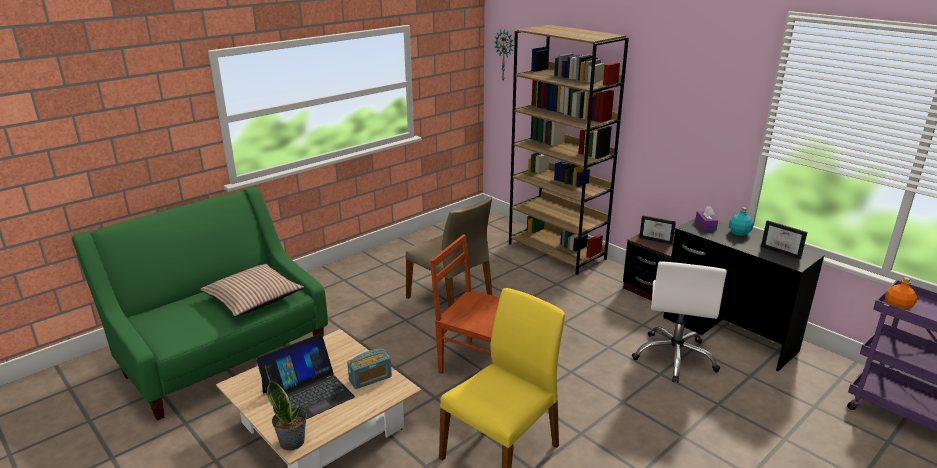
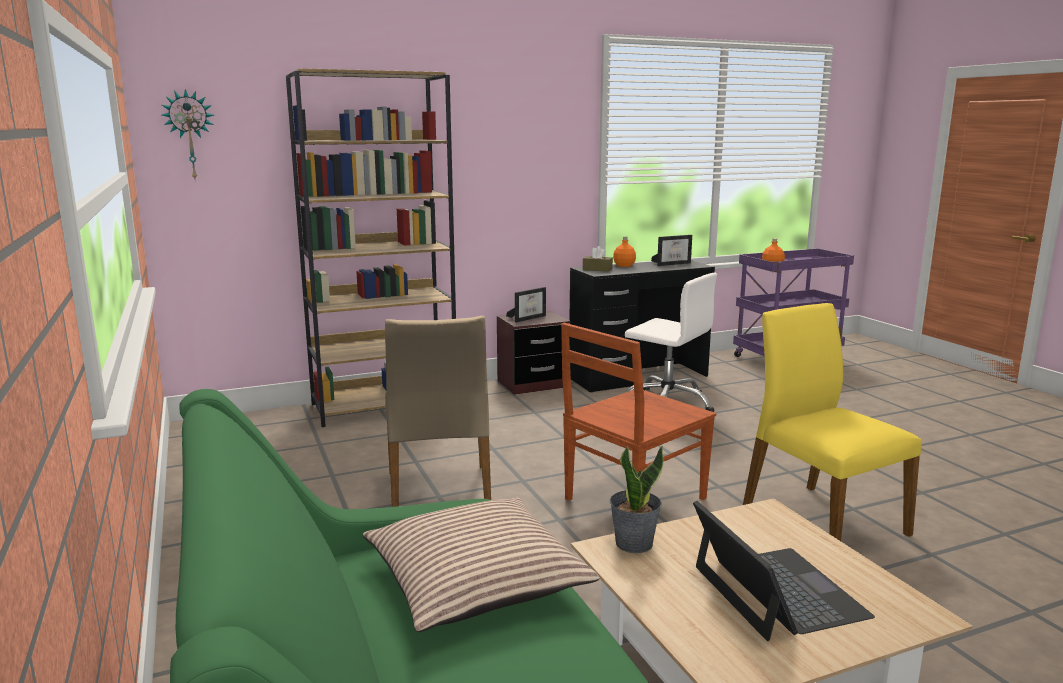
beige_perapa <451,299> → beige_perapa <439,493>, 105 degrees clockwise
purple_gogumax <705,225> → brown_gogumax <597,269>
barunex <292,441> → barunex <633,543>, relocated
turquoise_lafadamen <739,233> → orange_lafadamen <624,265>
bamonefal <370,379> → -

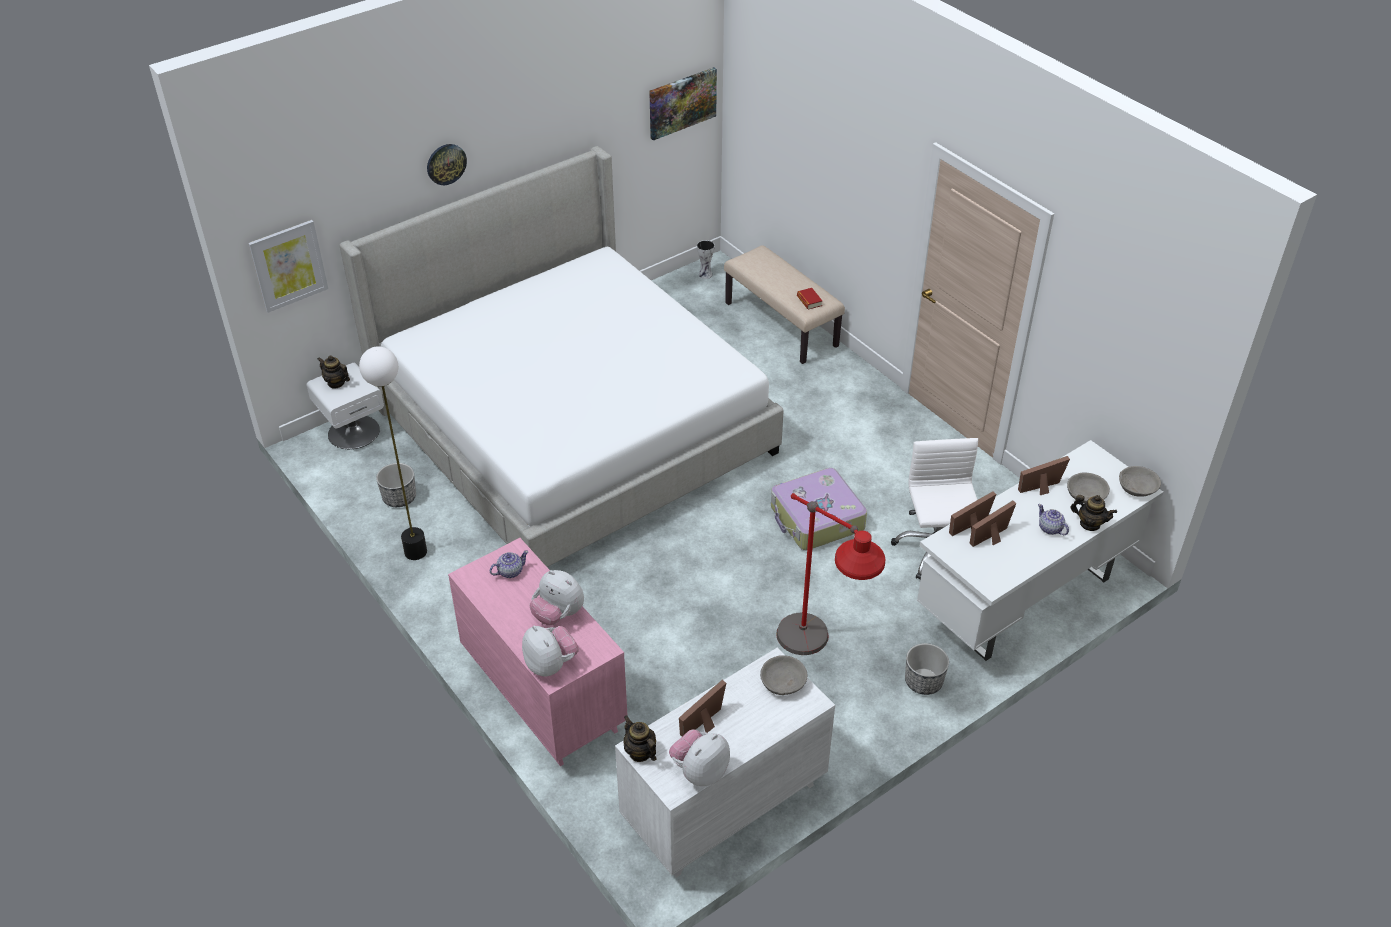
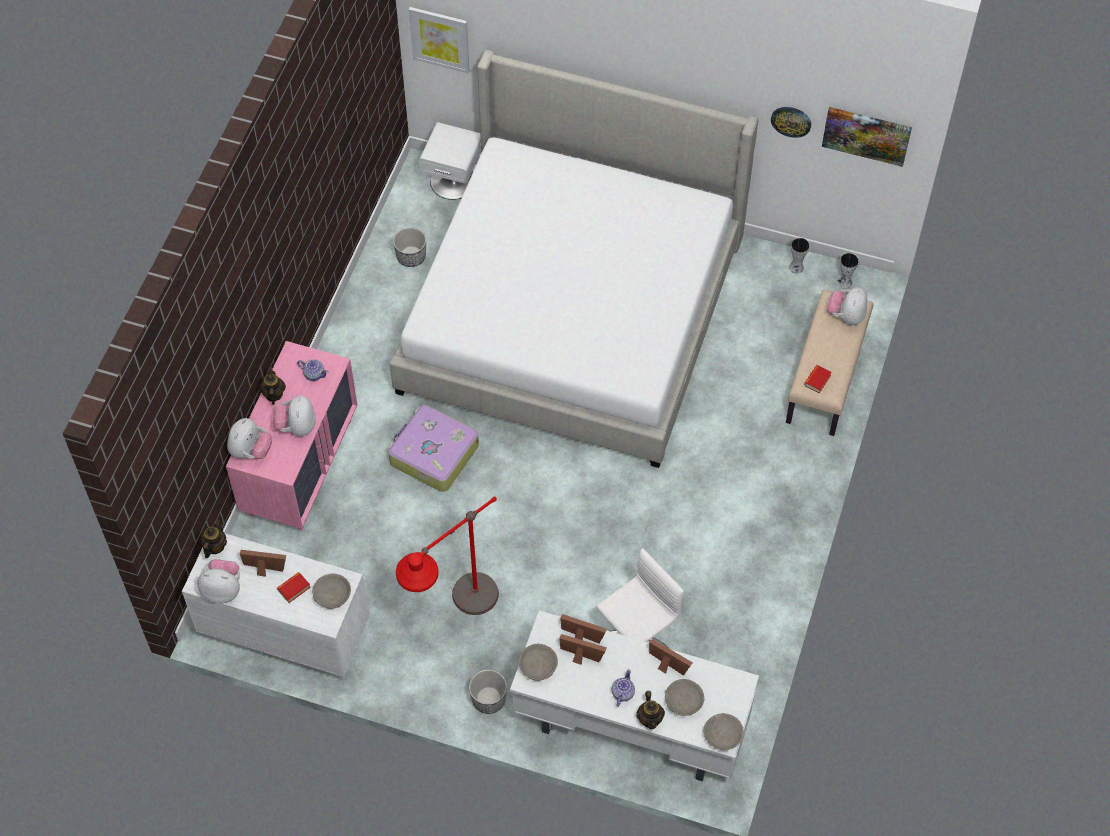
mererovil <336,383> → mererovil <273,394>, relocated
- → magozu <294,589>
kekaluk <816,519> → kekaluk <433,454>, relocated
- → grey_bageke <538,666>
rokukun <446,164> → rokukun <791,121>, relocated
- → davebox <796,268>
- → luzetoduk <846,316>
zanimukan <415,551> → -

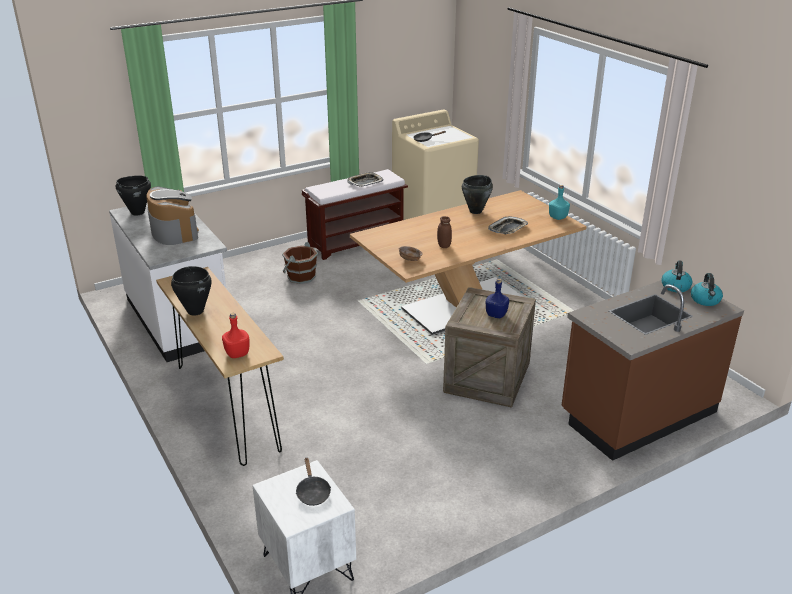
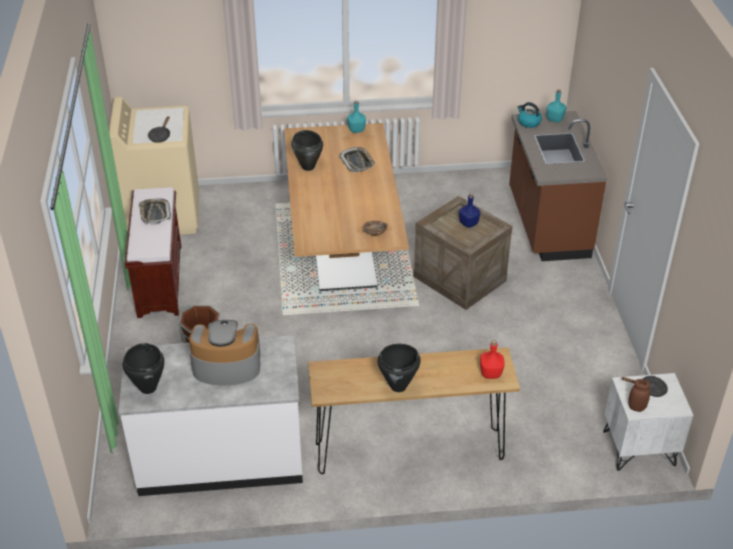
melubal <705,300> → turquoise_lafadamen <555,119>
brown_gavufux <444,246> → brown_gavufux <636,407>, relocated

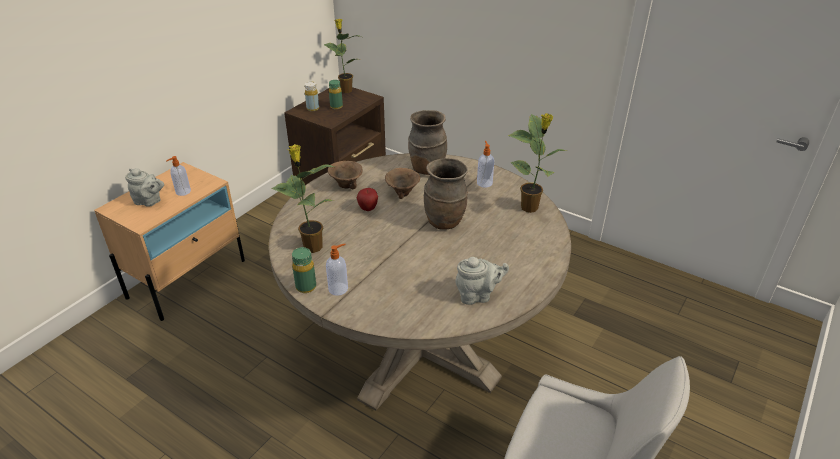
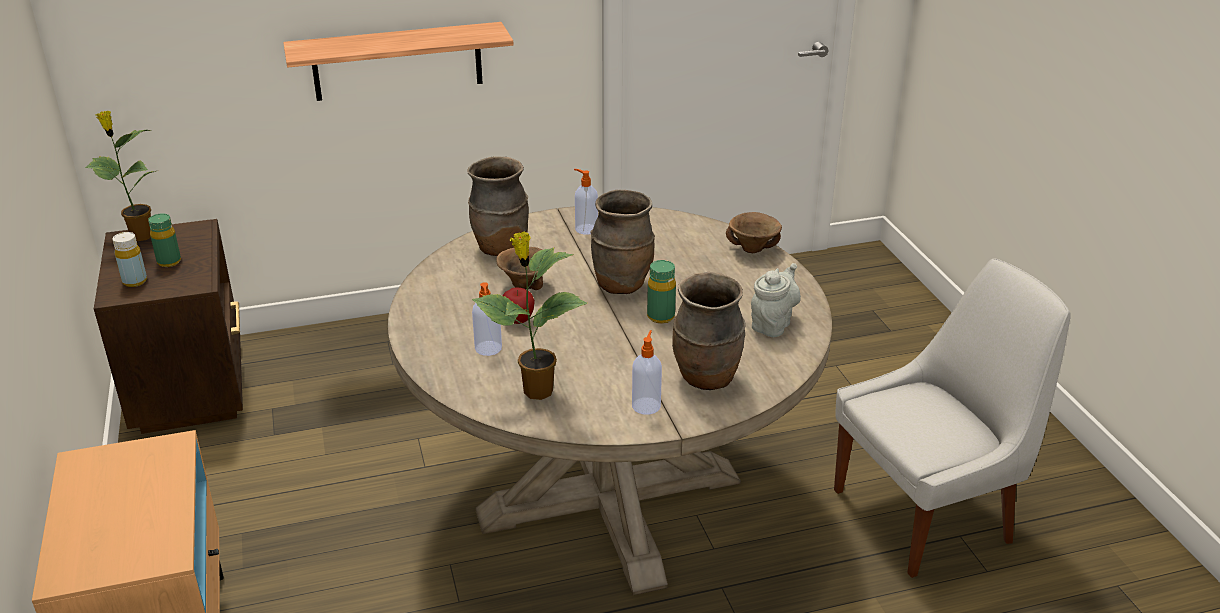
- → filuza <397,61>
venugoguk <182,192> → venugoguk <488,349>, relocated
green_lafadamen <306,287> → green_lafadamen <660,317>, relocated
- → brown_davebox <706,379>
brown_bageke <345,185> → brown_bageke <752,249>, relocated
grey_mererovil <149,201> → -
barunex <530,208> → -

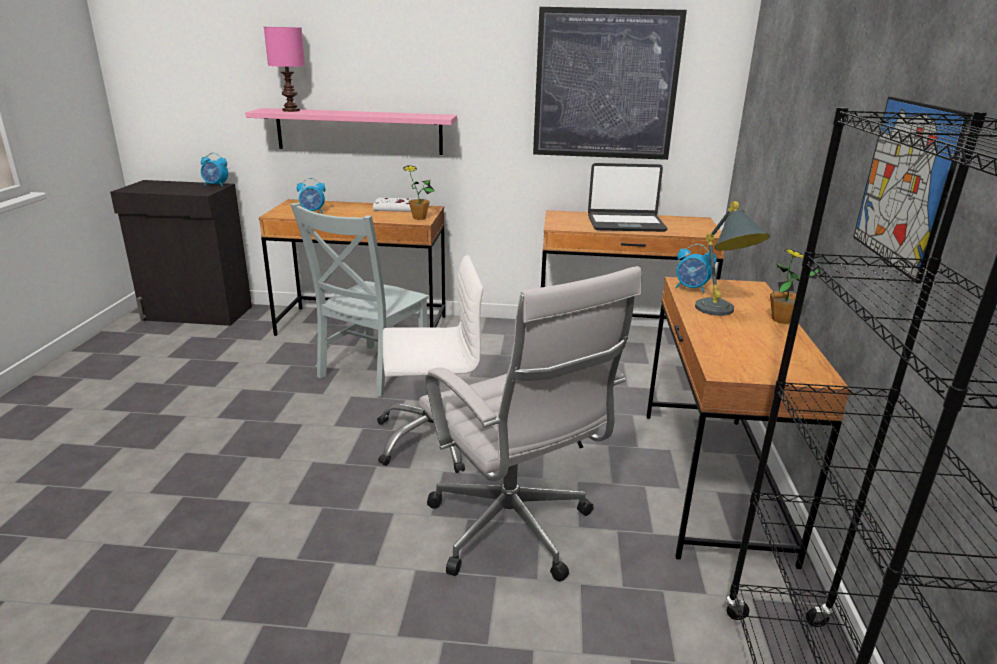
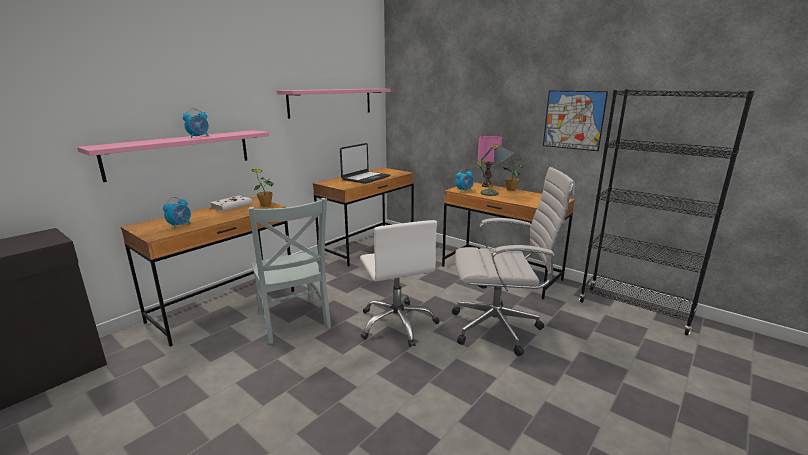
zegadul <216,185> → zegadul <199,137>, relocated
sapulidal <605,85> → pink_filuza <331,102>
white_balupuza <434,438> → white_balupuza <397,323>, 135 degrees clockwise
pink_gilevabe <290,110> → pink_gilevabe <487,186>, relocated

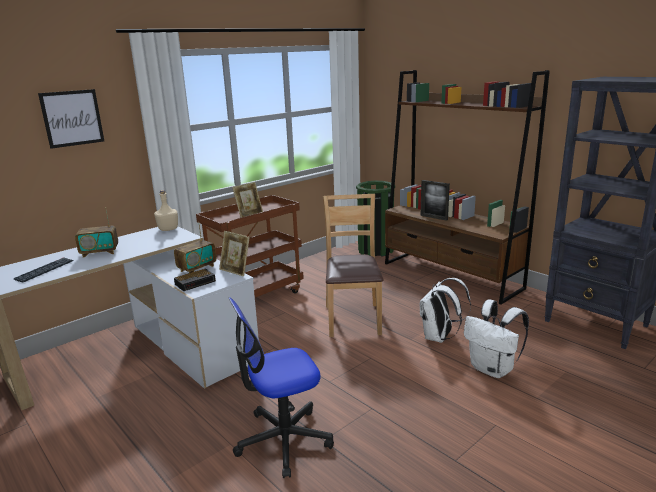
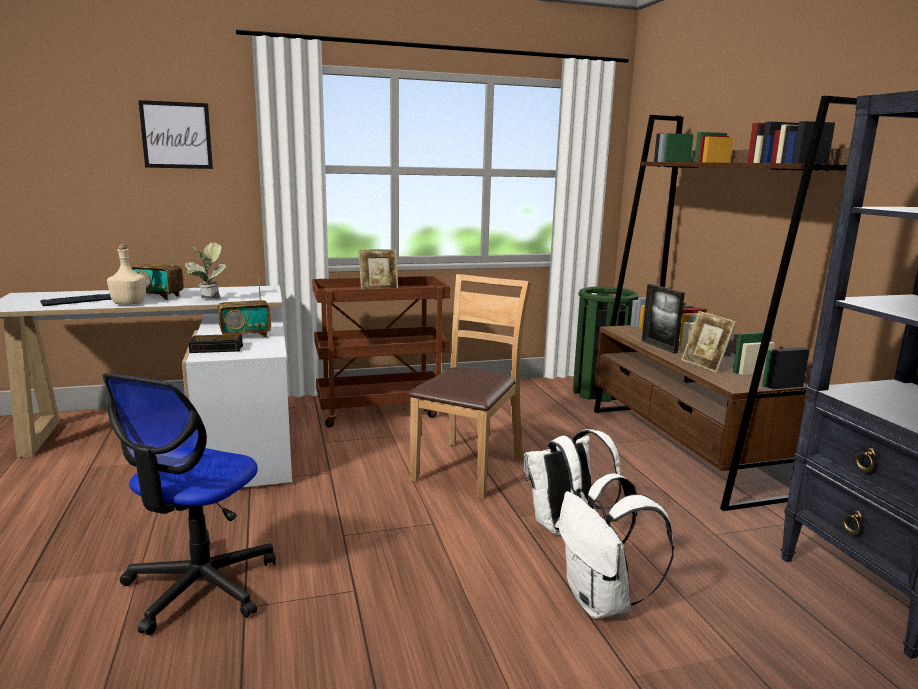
balupuza <283,440> → balupuza <200,586>, 75 degrees counterclockwise
beige_lafadamen <168,229> → beige_lafadamen <130,303>, relocated
- → barunex <208,300>
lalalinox <235,271> → lalalinox <704,365>, relocated

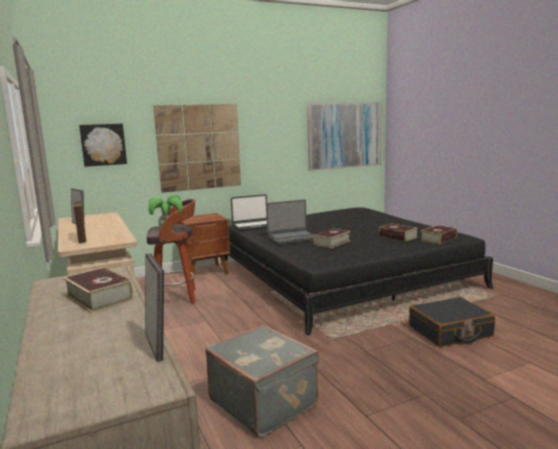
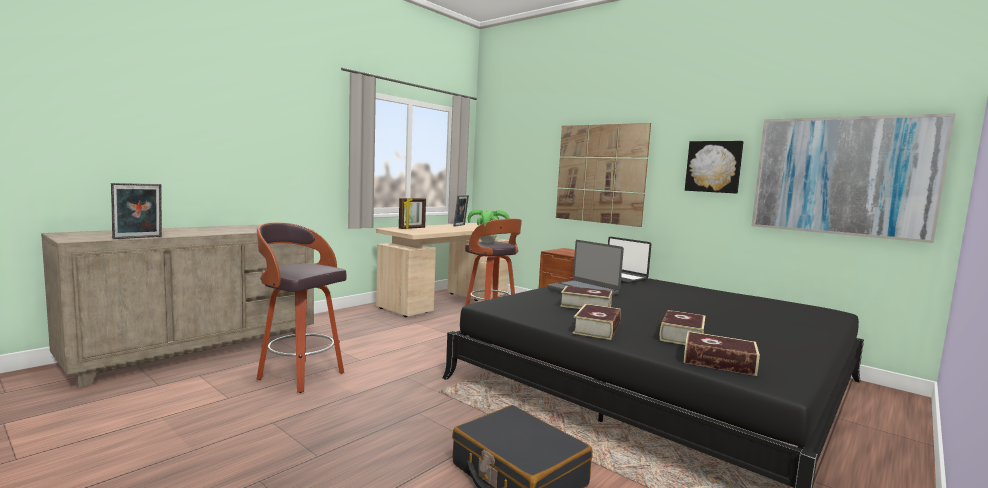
grey_kekaluk <264,402> → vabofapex <299,375>
magozu <99,297> → magozu <597,329>, relocated
sapulidal <103,144> → sapulidal <713,166>, relocated

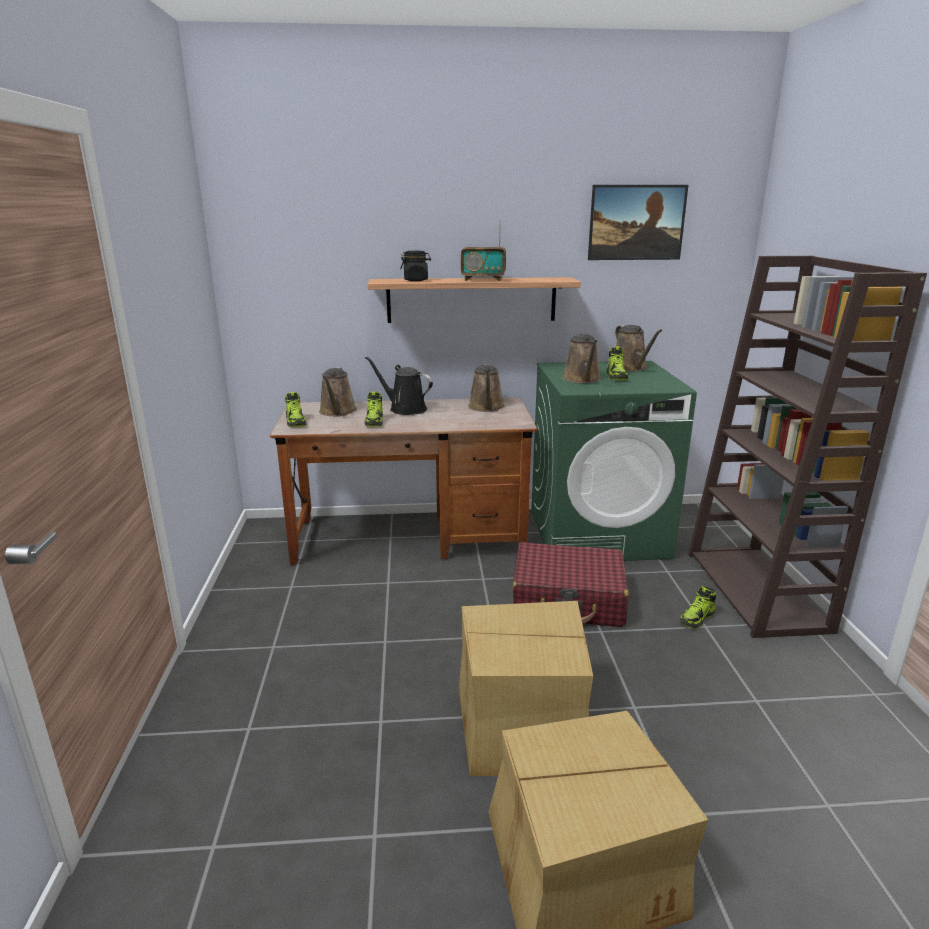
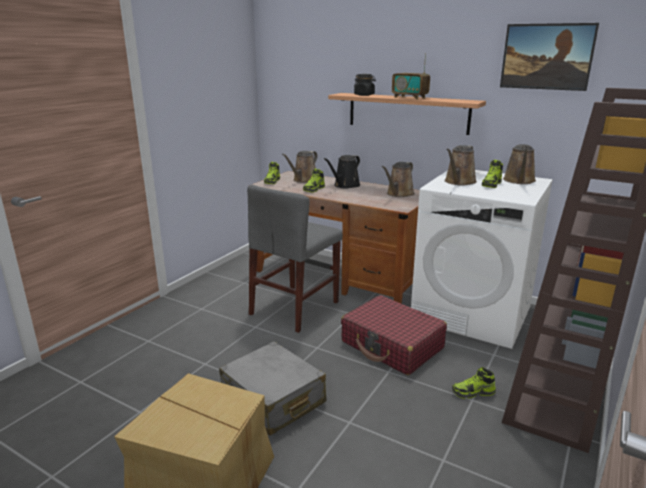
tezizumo <525,724> → grey_kekaluk <273,399>
- → grey_perapa <295,308>
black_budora <405,409> → black_budora <345,185>, 120 degrees counterclockwise
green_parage <598,533> → white_parage <472,313>

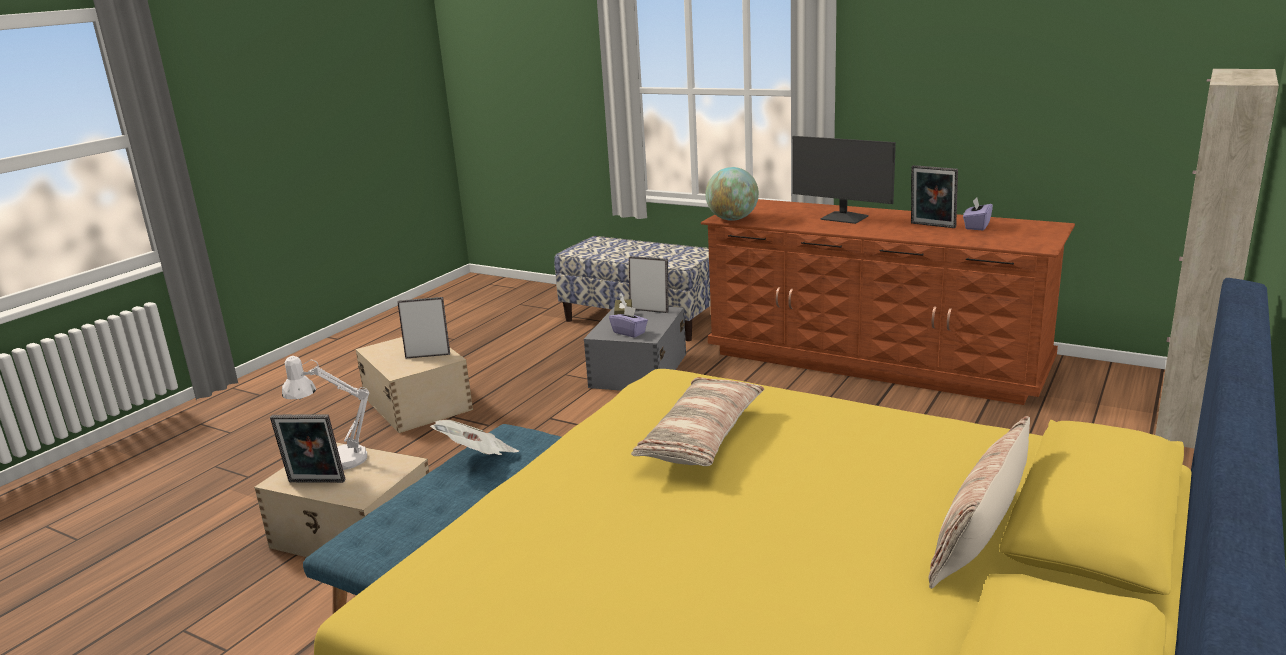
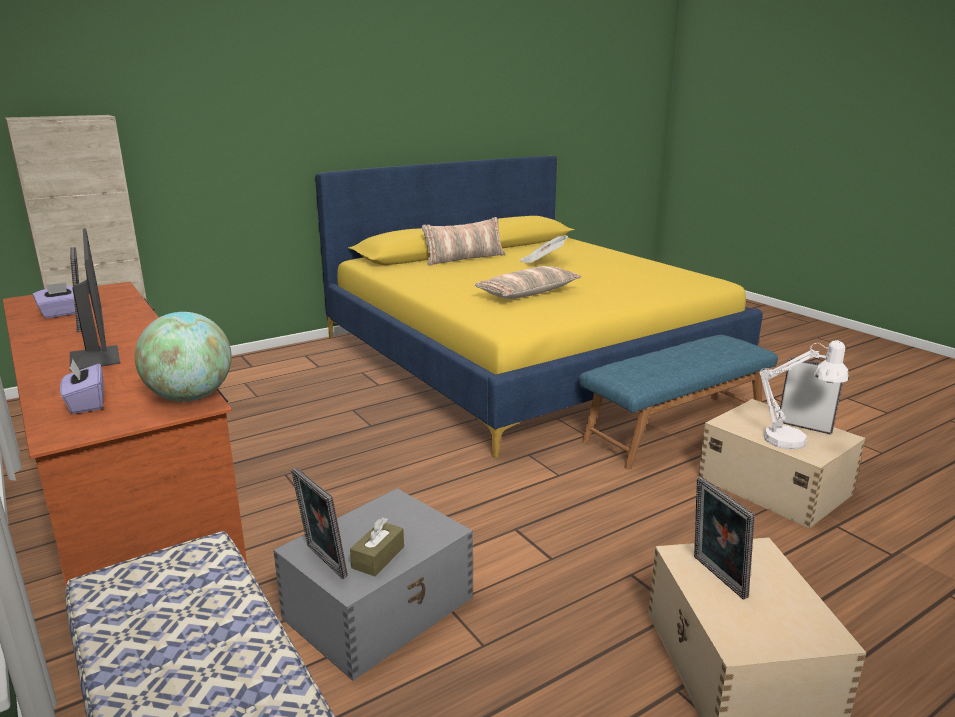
purple_gogumax <629,332> → purple_gogumax <86,403>, relocated
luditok <478,457> → luditok <542,262>, relocated
lalalinox <428,355> → lalalinox <716,578>, 45 degrees clockwise

